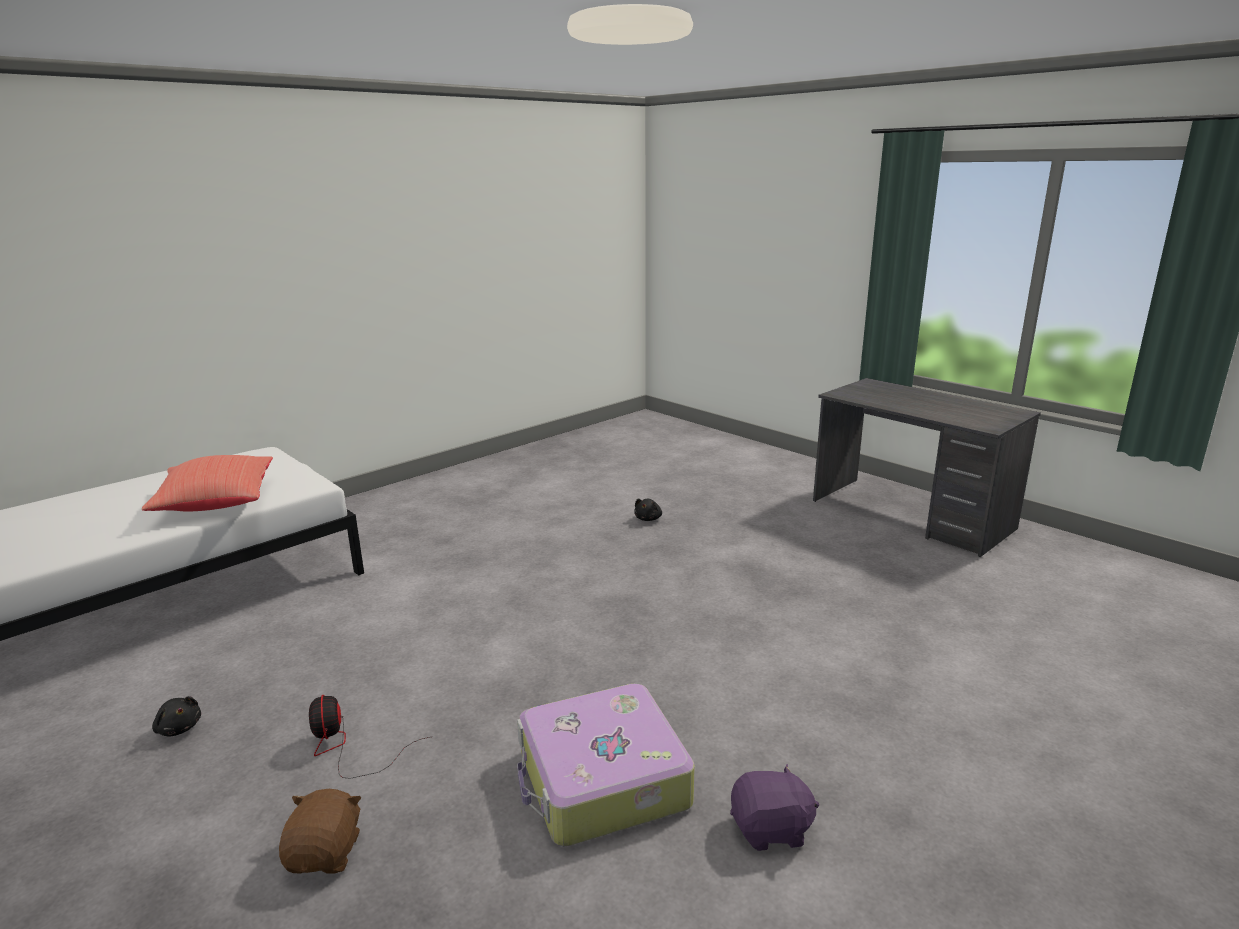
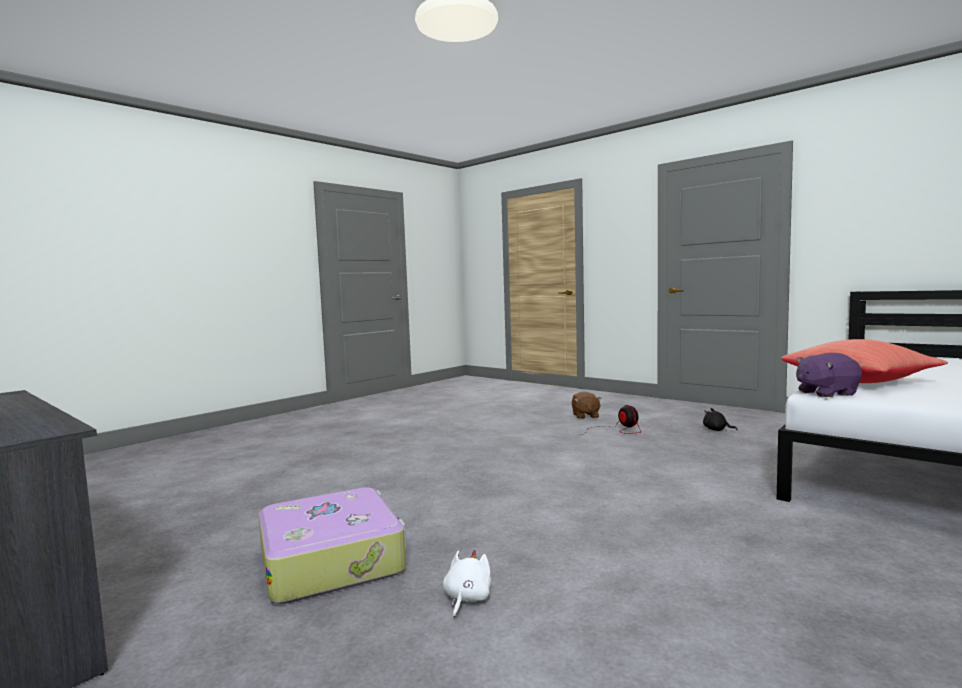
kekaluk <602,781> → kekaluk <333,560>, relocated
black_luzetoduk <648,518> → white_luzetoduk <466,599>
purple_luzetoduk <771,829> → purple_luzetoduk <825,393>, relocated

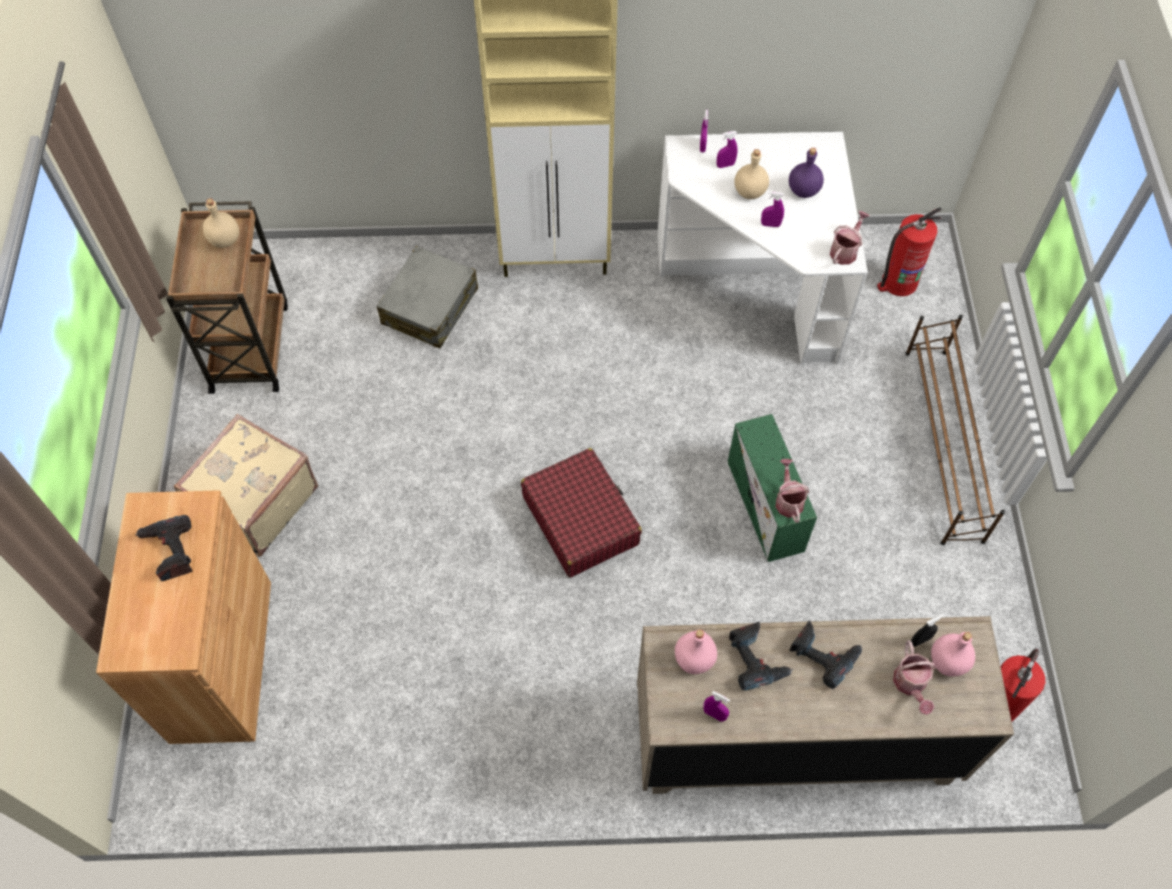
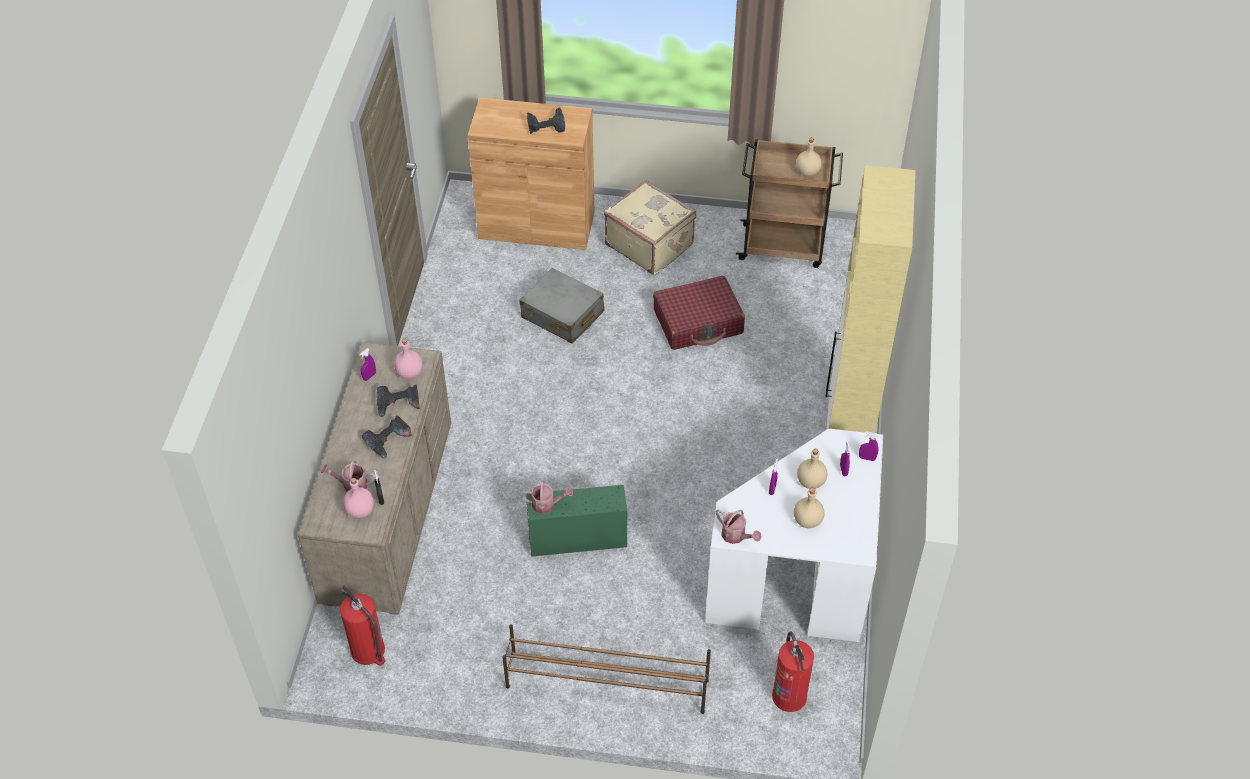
grey_kekaluk <430,306> → grey_kekaluk <562,315>, relocated
red_kekaluk <580,520> → red_kekaluk <698,322>, relocated
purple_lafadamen <803,191> → beige_lafadamen <807,520>

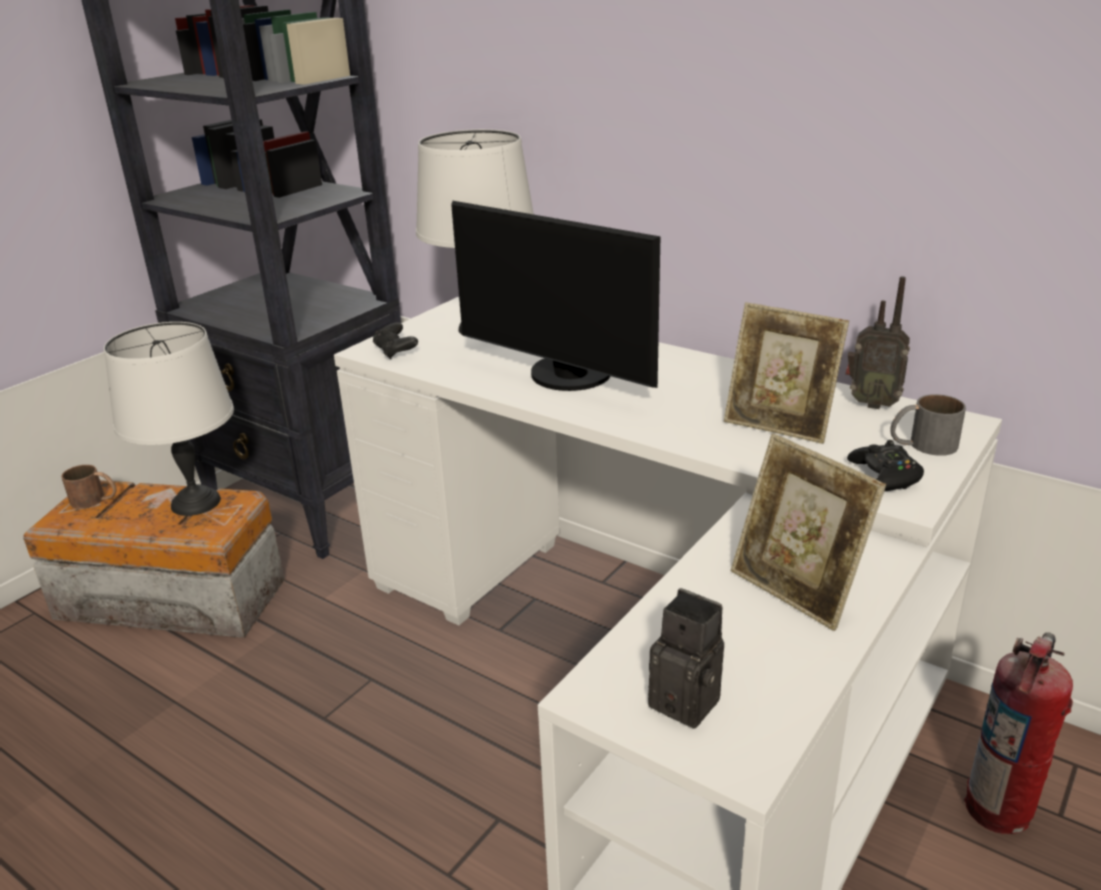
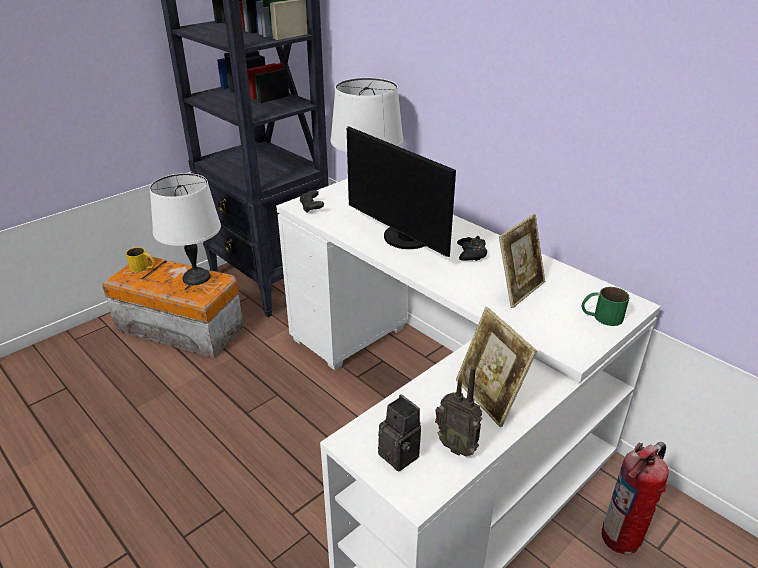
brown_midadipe <95,500> → yellow_midadipe <143,268>
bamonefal <871,403> → bamonefal <457,446>, relocated
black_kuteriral <885,476> → black_kuteriral <471,253>, relocated
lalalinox <779,425> → lalalinox <518,290>, 90 degrees counterclockwise
grey_midadipe <922,445> → green_midadipe <601,316>

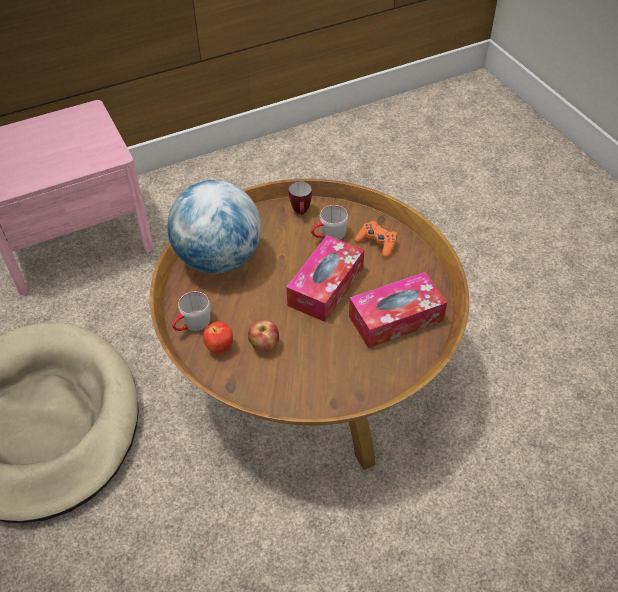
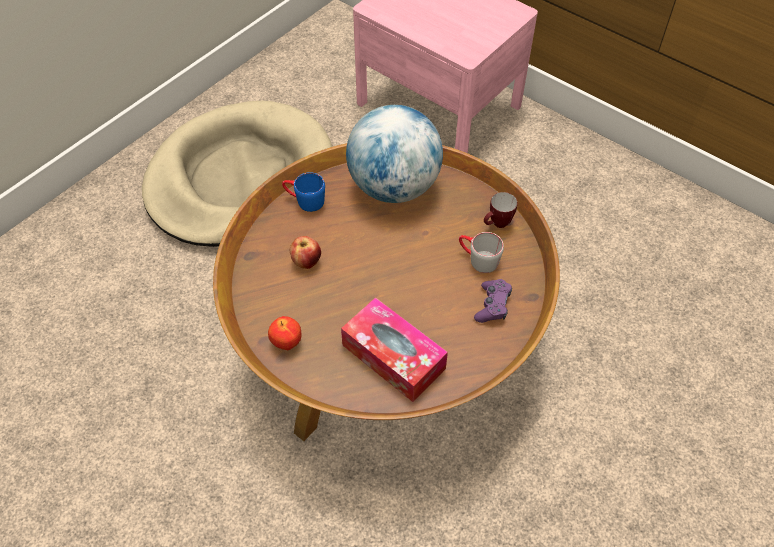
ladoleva <220,348> → ladoleva <286,343>, relocated
grey_midadipe <192,325> → blue_midadipe <304,200>
orange_kuteriral <377,243> → purple_kuteriral <492,305>
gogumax <326,286> → -

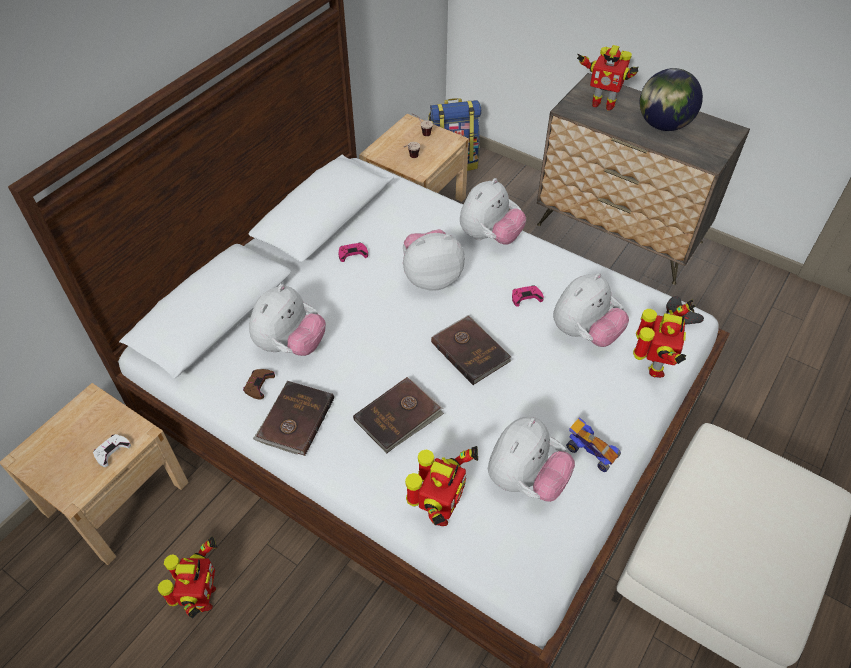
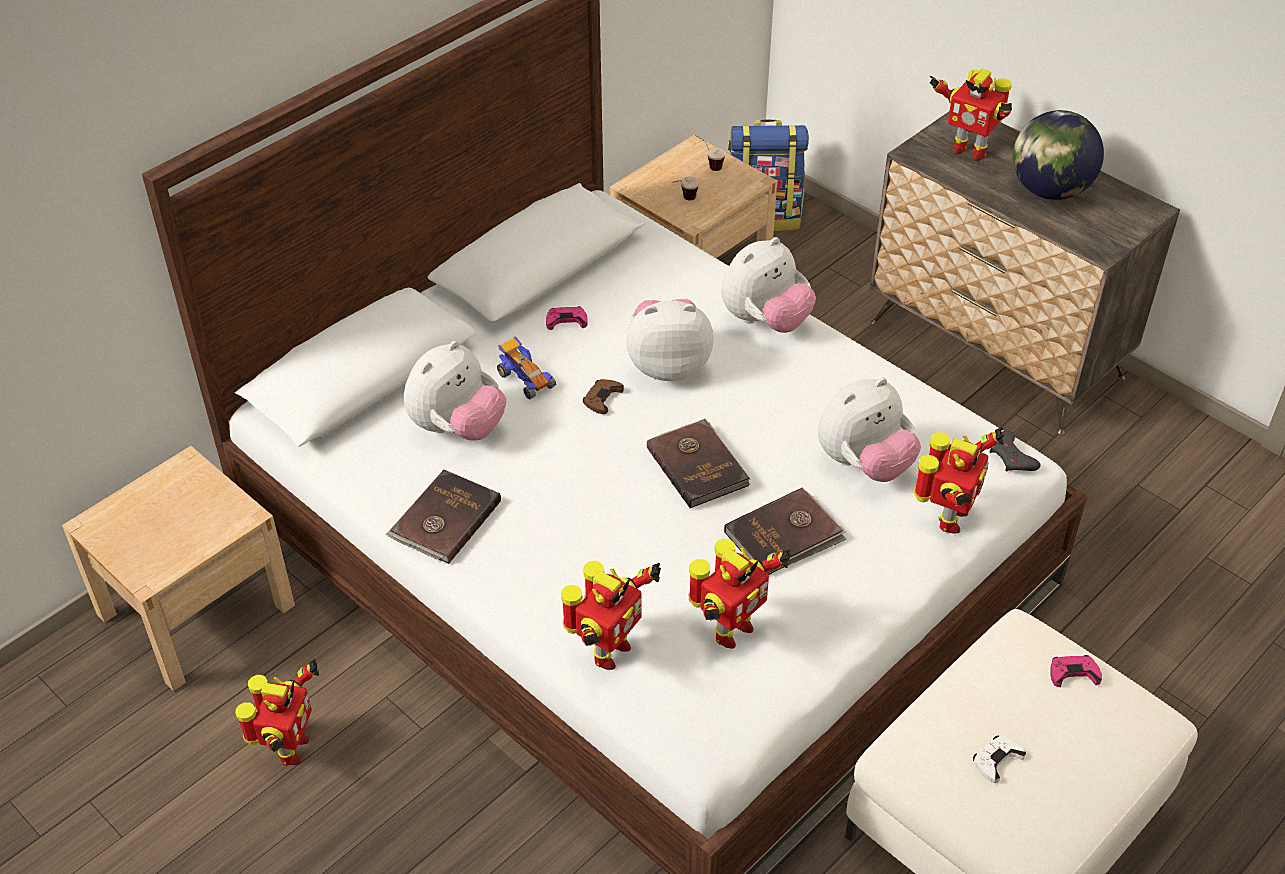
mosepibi <590,451> → mosepibi <525,379>, relocated
brown_kuteriral <259,385> → brown_kuteriral <602,398>, relocated
luzetoduk <525,480> → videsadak <729,631>
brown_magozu <399,417> → brown_magozu <785,536>, relocated
white_kuteriral <112,451> → white_kuteriral <997,760>, relocated
pink_kuteriral <526,297> → pink_kuteriral <1073,673>, relocated

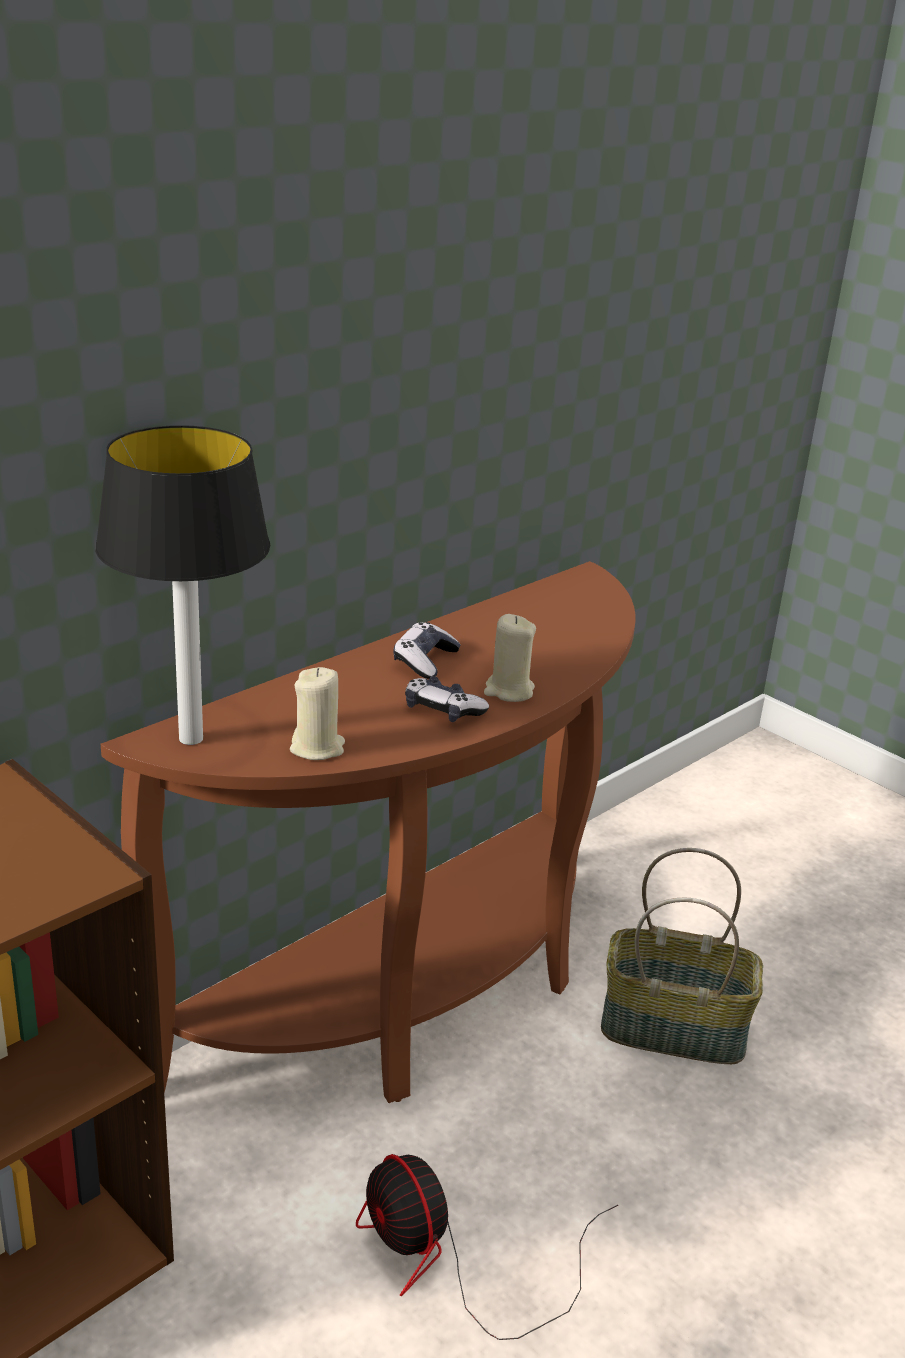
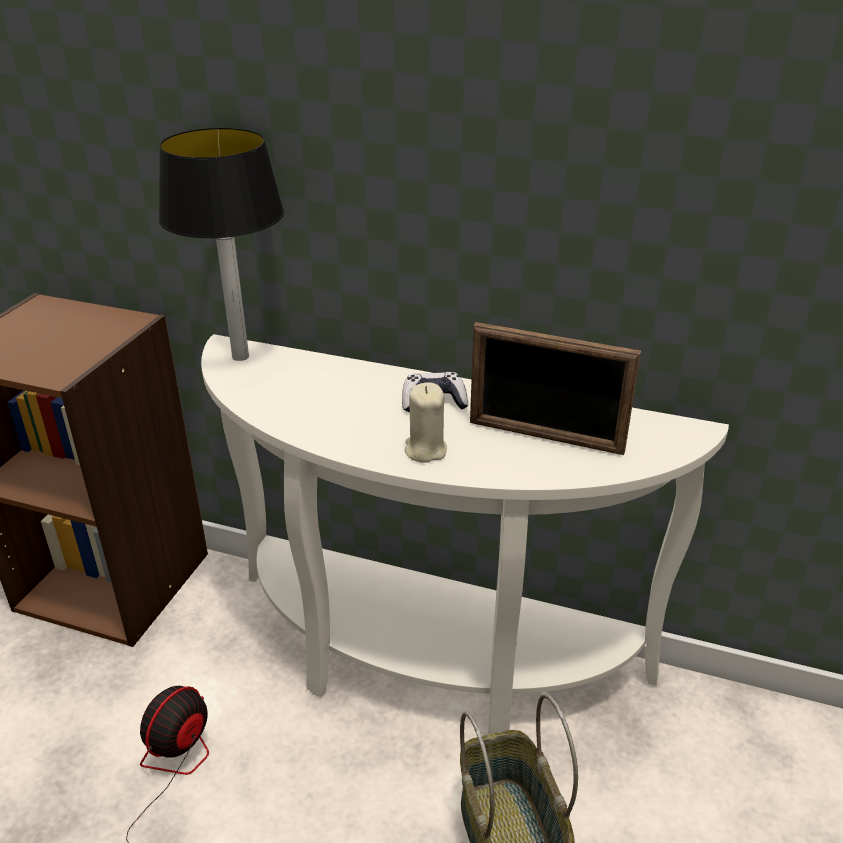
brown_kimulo <421,996> → white_kimulo <425,663>
- → lalalinox <545,437>
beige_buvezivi <317,748> → -
kuteriral <443,710> → -

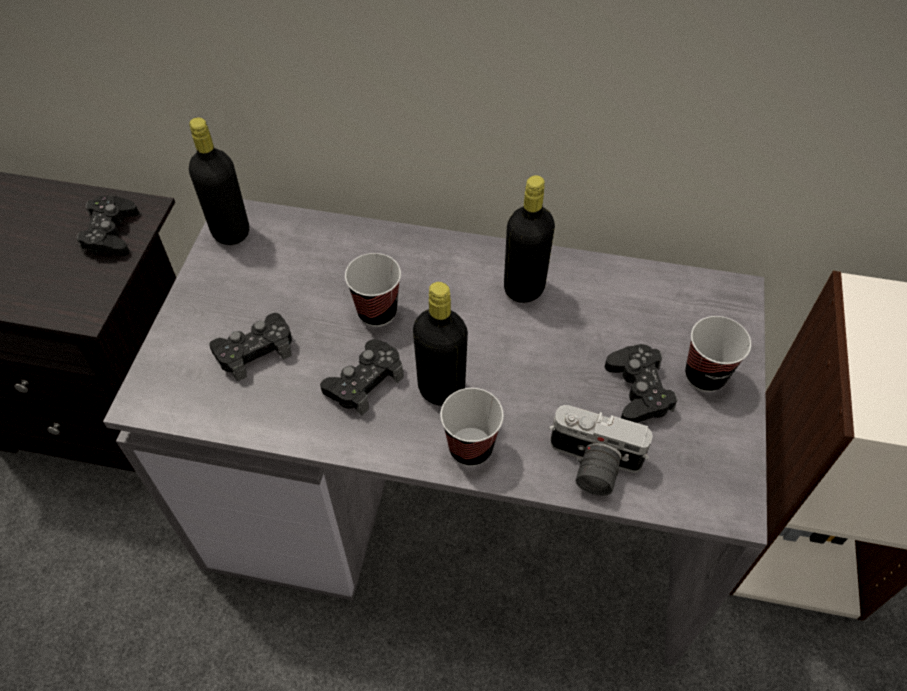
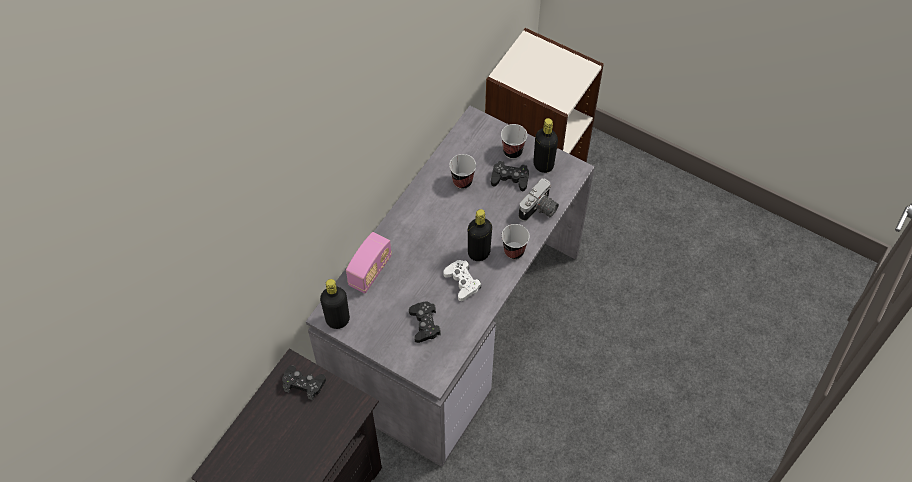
- → bamonefal <370,271>
black_kuteriral <364,382> → white_kuteriral <462,282>
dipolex <377,312> → dipolex <462,181>, relocated
black_lafadamen <524,288> → black_lafadamen <543,165>, relocated

